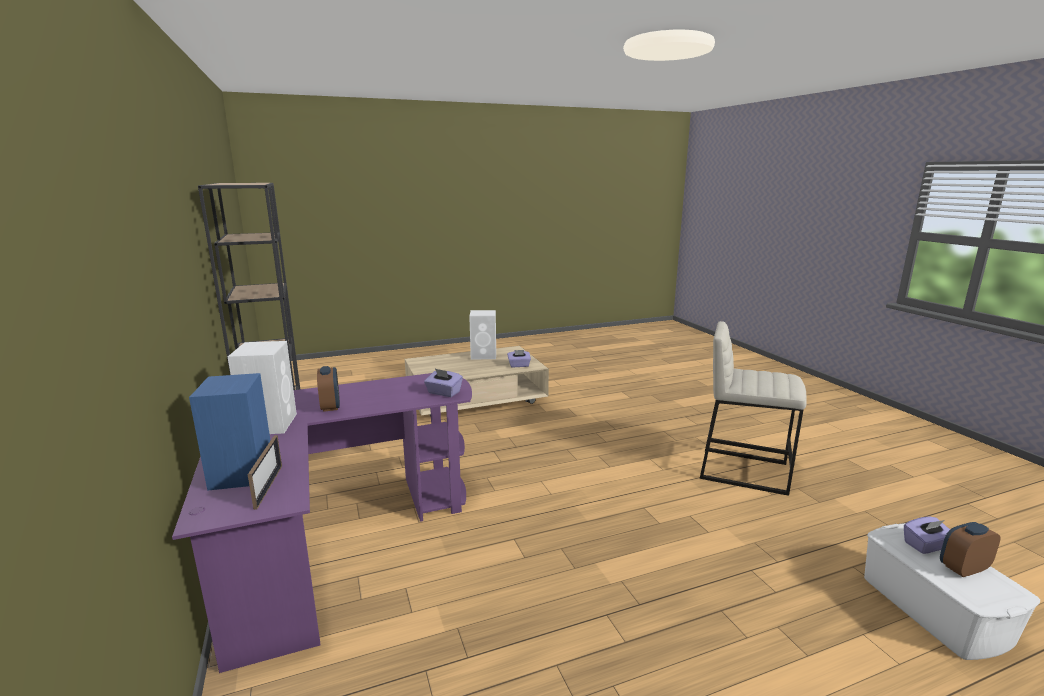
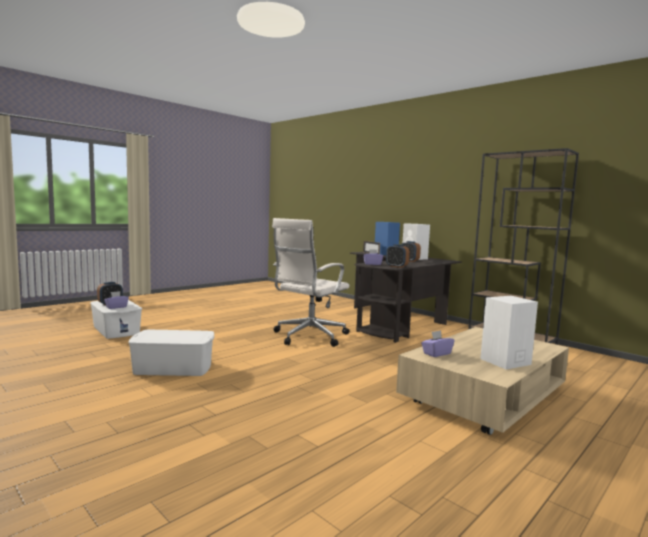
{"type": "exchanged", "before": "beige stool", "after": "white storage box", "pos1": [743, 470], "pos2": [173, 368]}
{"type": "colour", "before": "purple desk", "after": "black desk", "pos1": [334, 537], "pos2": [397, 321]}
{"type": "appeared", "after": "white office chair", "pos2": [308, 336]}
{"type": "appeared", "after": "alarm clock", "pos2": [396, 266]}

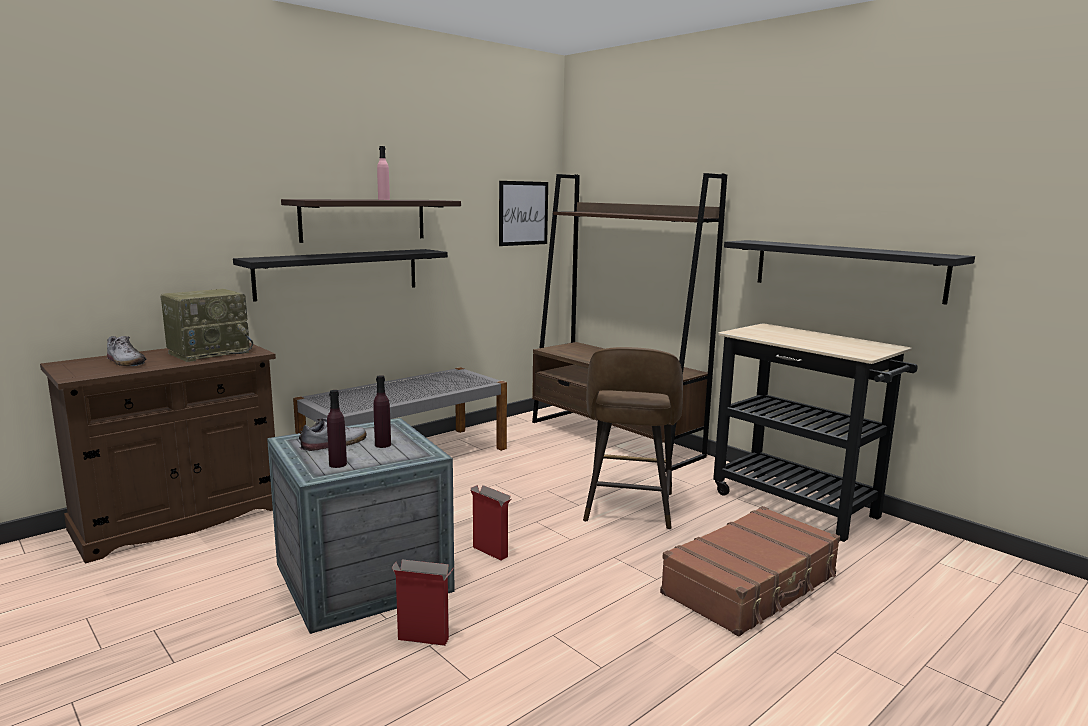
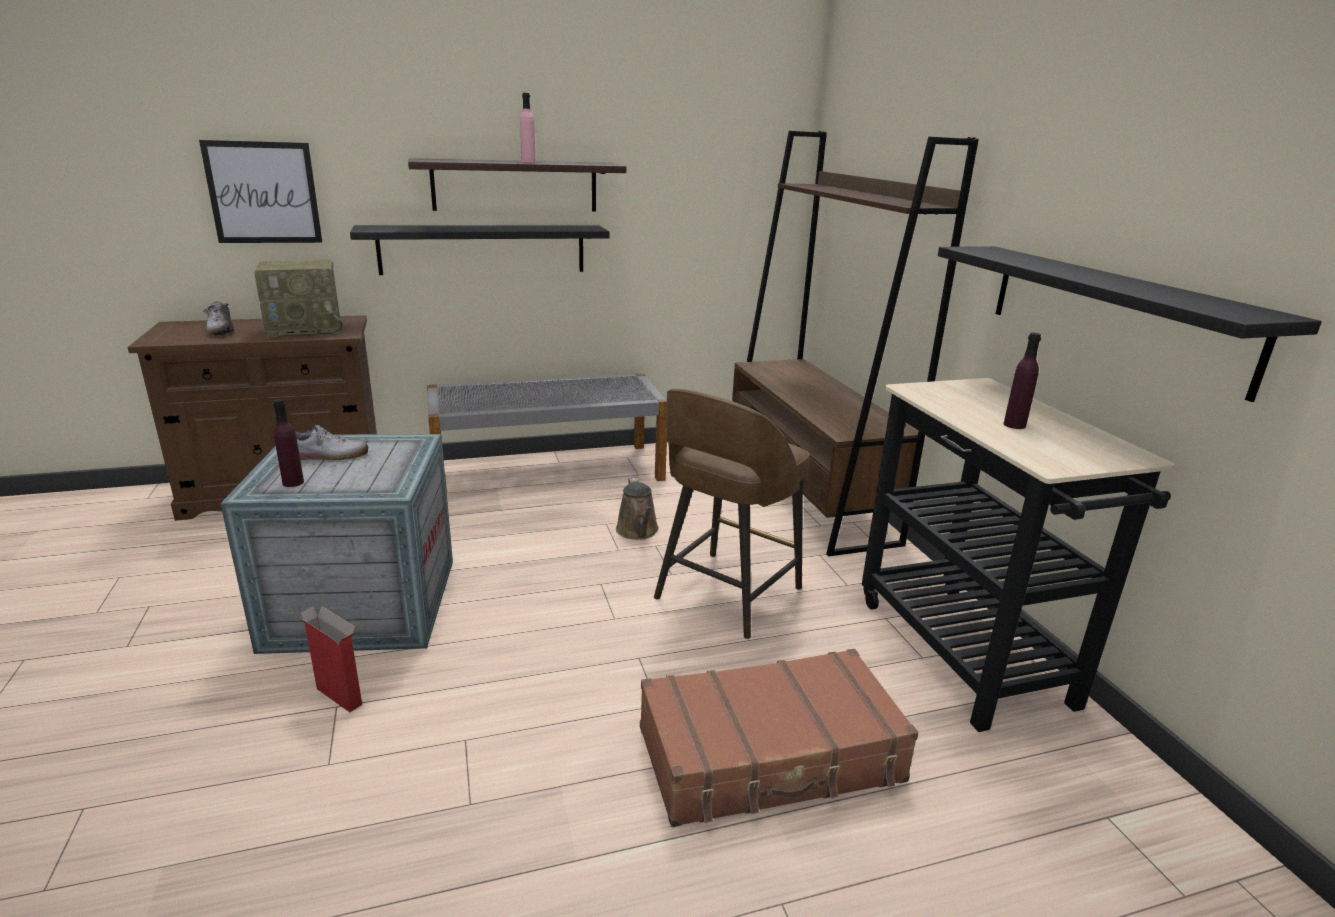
{"type": "relocated", "before": "picture", "pos1": [523, 213], "pos2": [263, 193]}
{"type": "relocated", "before": "purple bottle", "pos1": [383, 445], "pos2": [1014, 425]}
{"type": "missing", "before": "cardboard box", "pos1": [491, 552]}
{"type": "appeared", "after": "brown watering can", "pos2": [638, 531]}

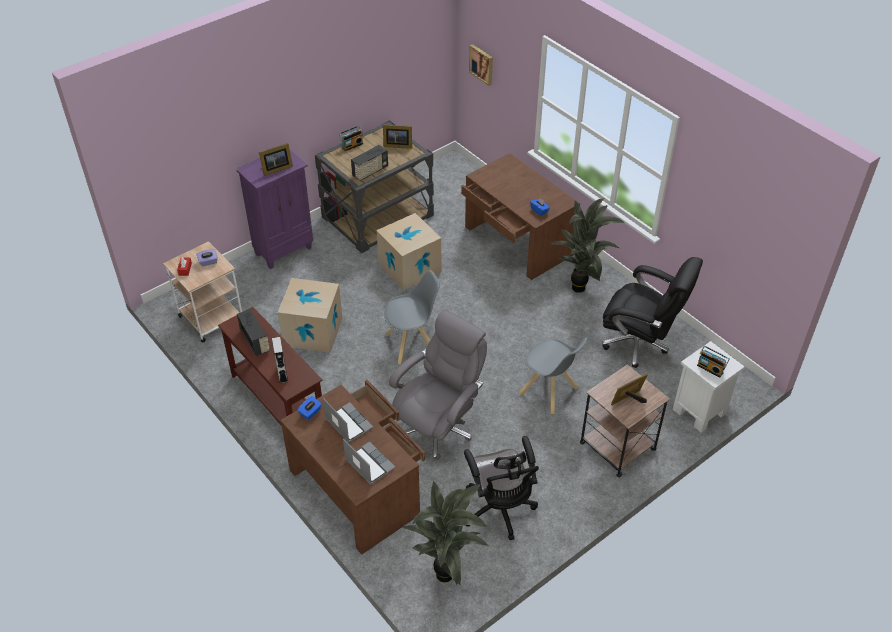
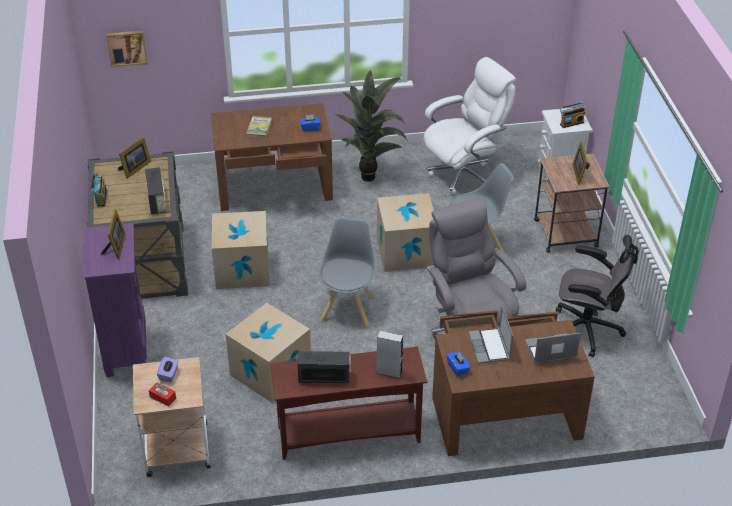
{"type": "colour", "before": "black office chair", "after": "white office chair", "pos1": [639, 345], "pos2": [464, 174]}
{"type": "spun", "before": "laptop", "pos1": [348, 423], "pos2": [490, 347], "turn": -90}
{"type": "missing", "before": "potted plant", "pos1": [448, 576]}
{"type": "appeared", "after": "book", "pos2": [259, 129]}
{"type": "appeared", "after": "cardboard box", "pos2": [406, 252]}

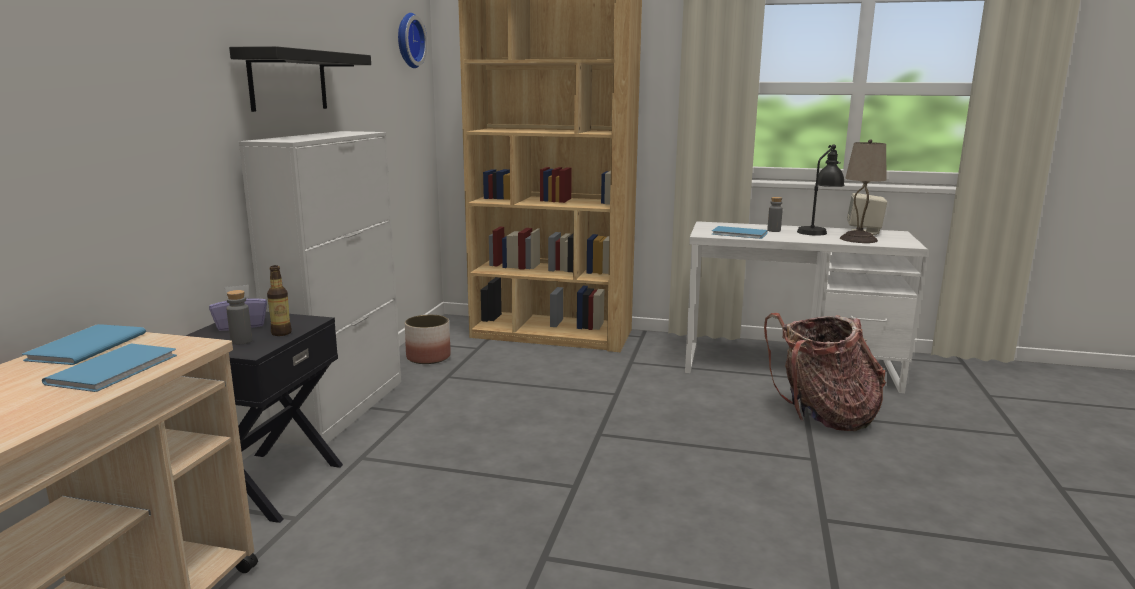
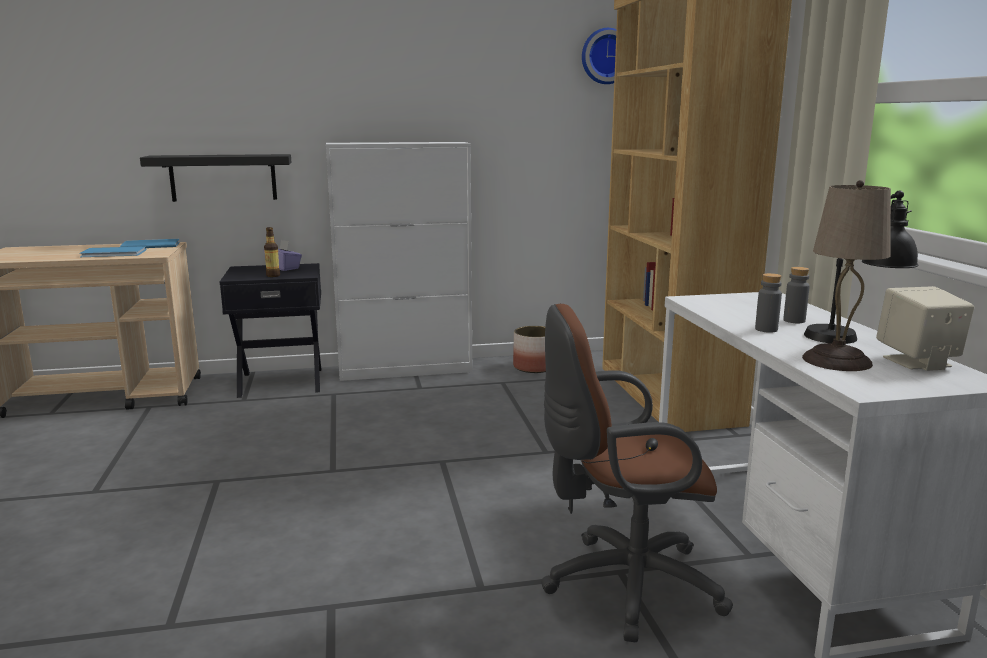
{"type": "relocated", "before": "black shelf", "pos1": [288, 81], "pos2": [223, 177]}
{"type": "missing", "before": "blue book", "pos1": [740, 234]}
{"type": "relocated", "before": "grey bottle", "pos1": [241, 341], "pos2": [766, 329]}
{"type": "exchanged", "before": "backpack", "after": "brown office chair", "pos1": [822, 416], "pos2": [623, 585]}

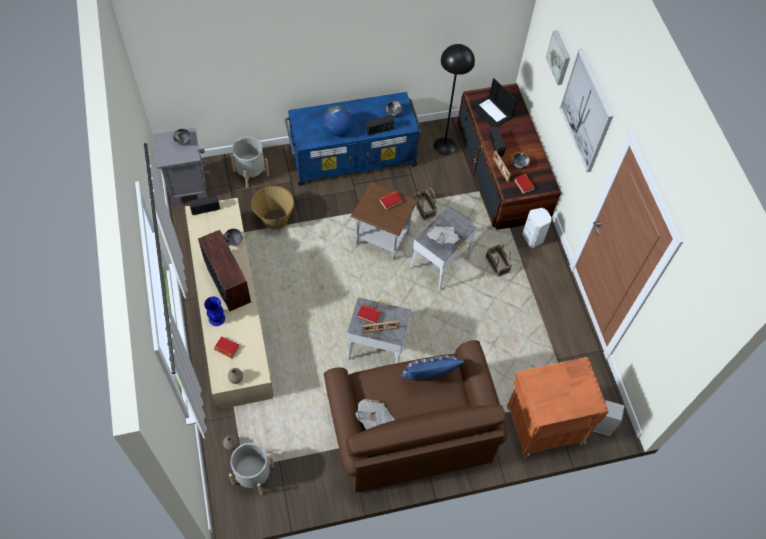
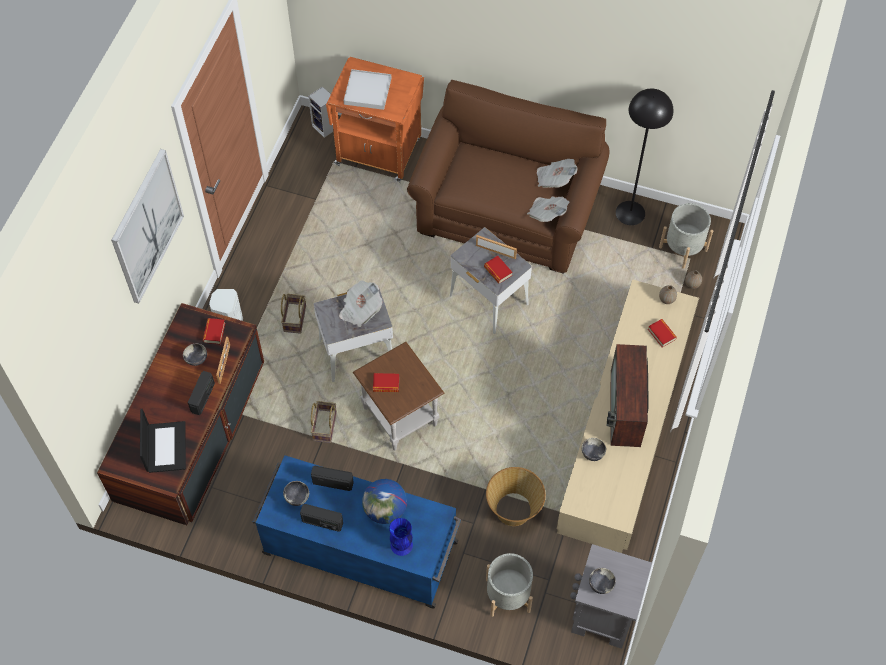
{"type": "missing", "before": "picture", "pos1": [559, 57]}
{"type": "relocated", "before": "black floor lamp", "pos1": [444, 146], "pos2": [630, 213]}
{"type": "relocated", "before": "radio", "pos1": [205, 209], "pos2": [322, 522]}
{"type": "relocated", "before": "blue vase", "pos1": [217, 318], "pos2": [401, 545]}
{"type": "missing", "before": "blue pillow", "pos1": [429, 379]}
{"type": "appeared", "after": "white tray", "pos2": [367, 91]}
{"type": "appeared", "after": "newspaper", "pos2": [547, 214]}

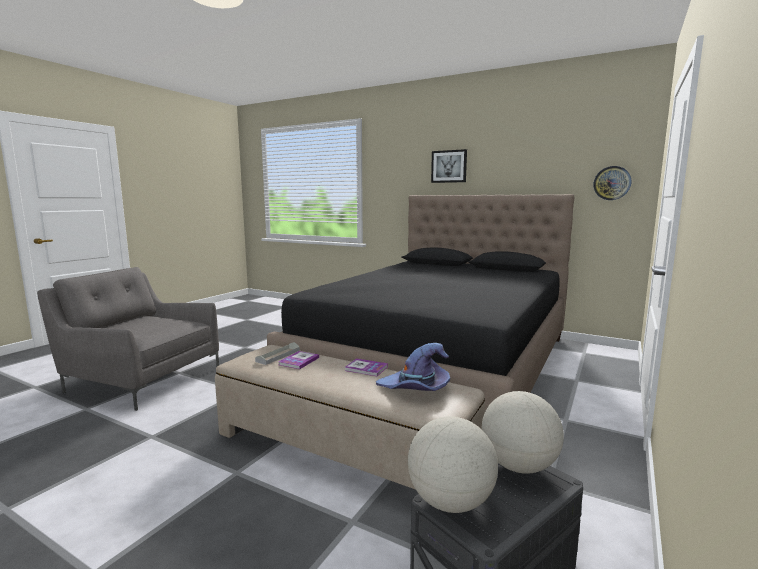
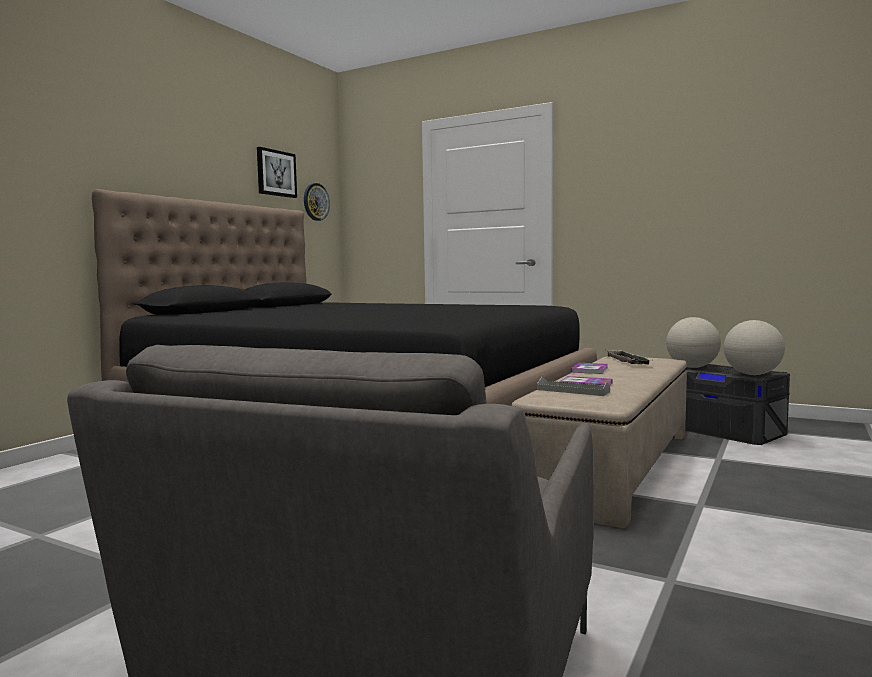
{"type": "relocated", "before": "picture", "pos1": [449, 166], "pos2": [276, 173]}
{"type": "exchanged", "before": "purple hat", "after": "tray", "pos1": [415, 388], "pos2": [627, 361]}

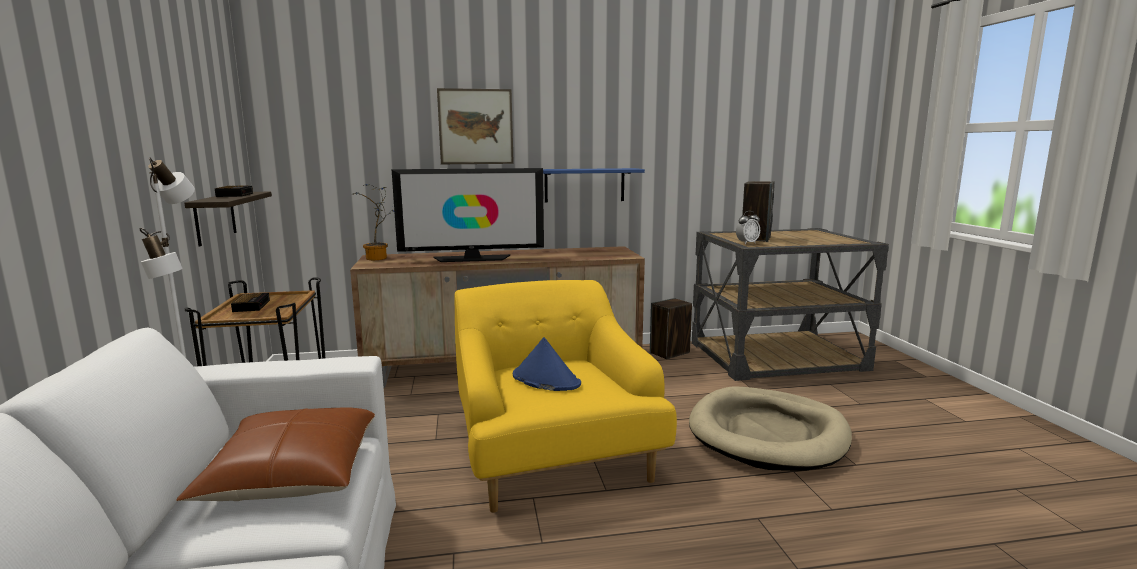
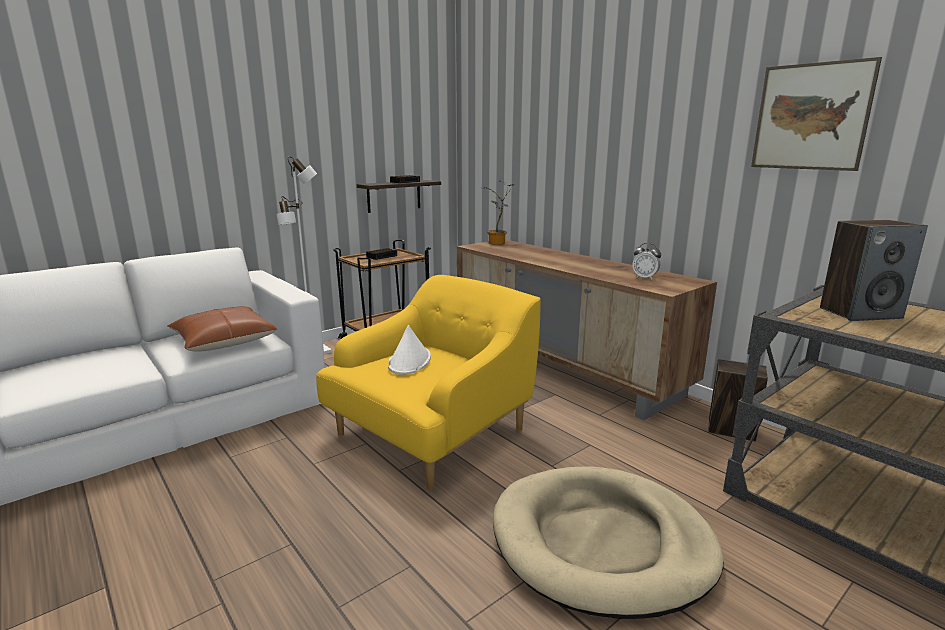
{"type": "relocated", "before": "picture", "pos1": [476, 127], "pos2": [811, 117]}
{"type": "missing", "before": "television", "pos1": [472, 259]}
{"type": "missing", "before": "blue shelf", "pos1": [584, 185]}
{"type": "relocated", "before": "alarm clock", "pos1": [747, 243], "pos2": [645, 278]}
{"type": "colour", "before": "blue hat", "after": "white hat", "pos1": [545, 380], "pos2": [409, 361]}

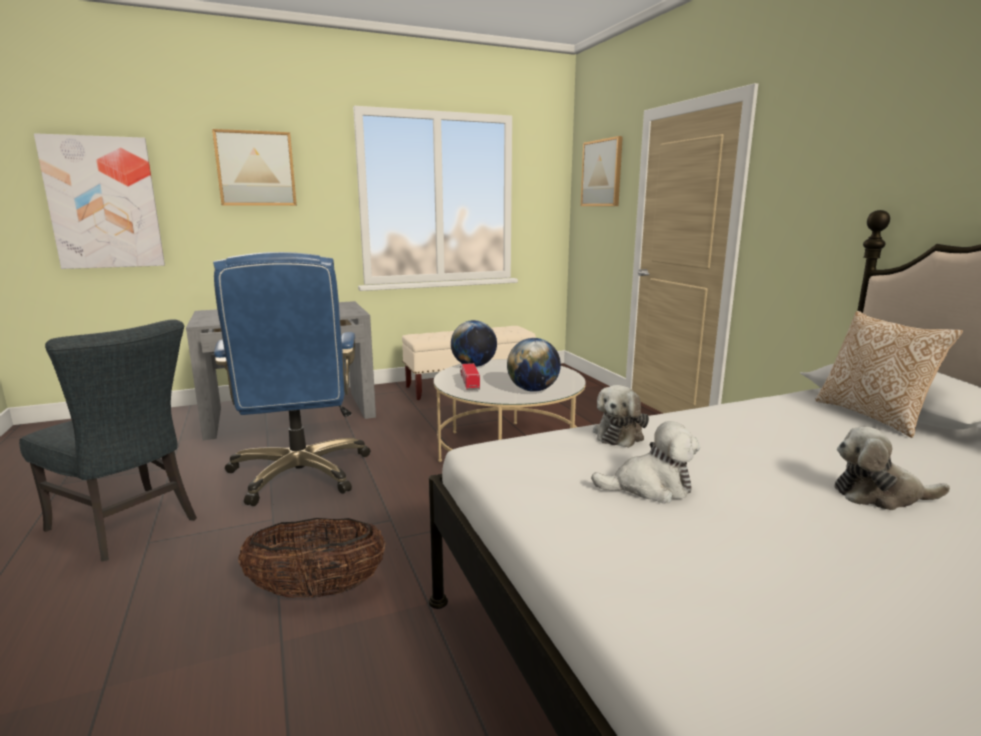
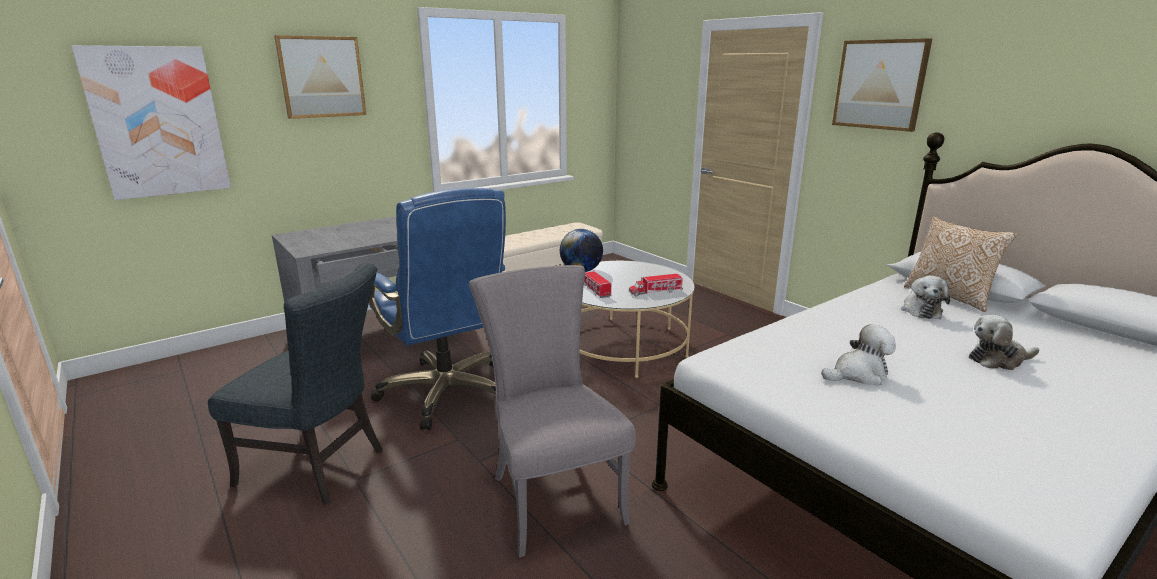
{"type": "relocated", "before": "picture", "pos1": [602, 173], "pos2": [880, 84]}
{"type": "exchanged", "before": "globe", "after": "toy truck", "pos1": [533, 390], "pos2": [655, 292]}
{"type": "relocated", "before": "plush toy", "pos1": [619, 434], "pos2": [920, 310]}
{"type": "exchanged", "before": "basket", "after": "grey chair", "pos1": [317, 590], "pos2": [552, 494]}

